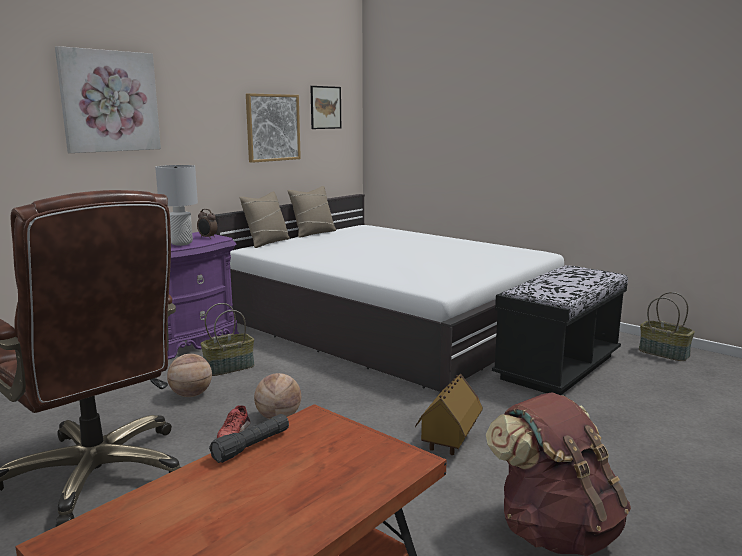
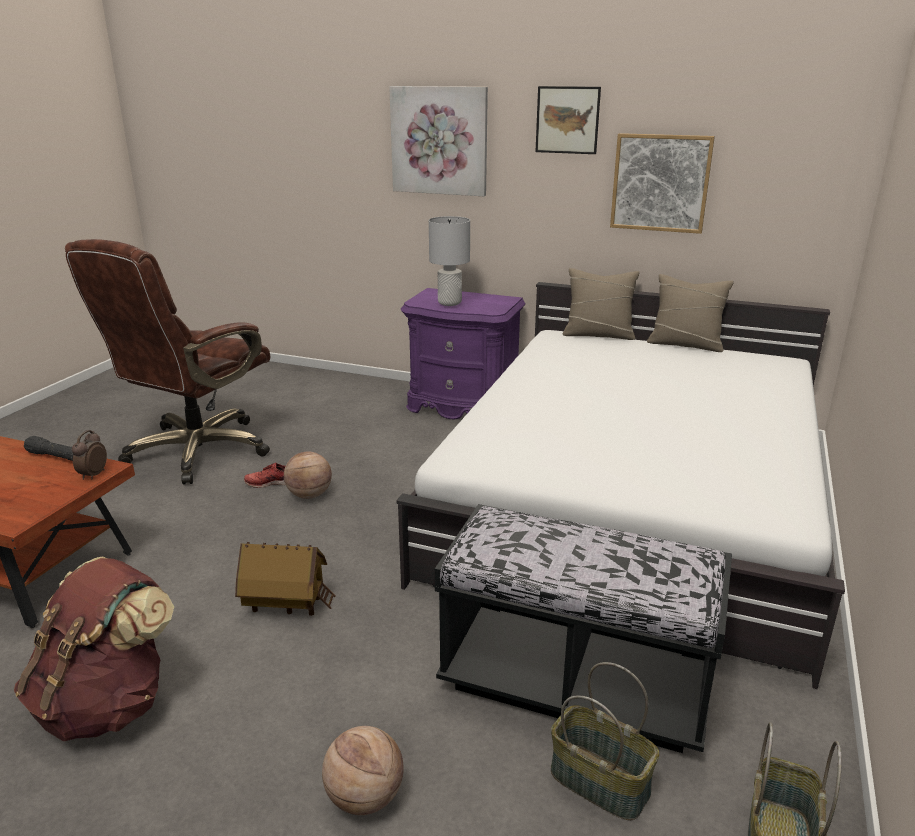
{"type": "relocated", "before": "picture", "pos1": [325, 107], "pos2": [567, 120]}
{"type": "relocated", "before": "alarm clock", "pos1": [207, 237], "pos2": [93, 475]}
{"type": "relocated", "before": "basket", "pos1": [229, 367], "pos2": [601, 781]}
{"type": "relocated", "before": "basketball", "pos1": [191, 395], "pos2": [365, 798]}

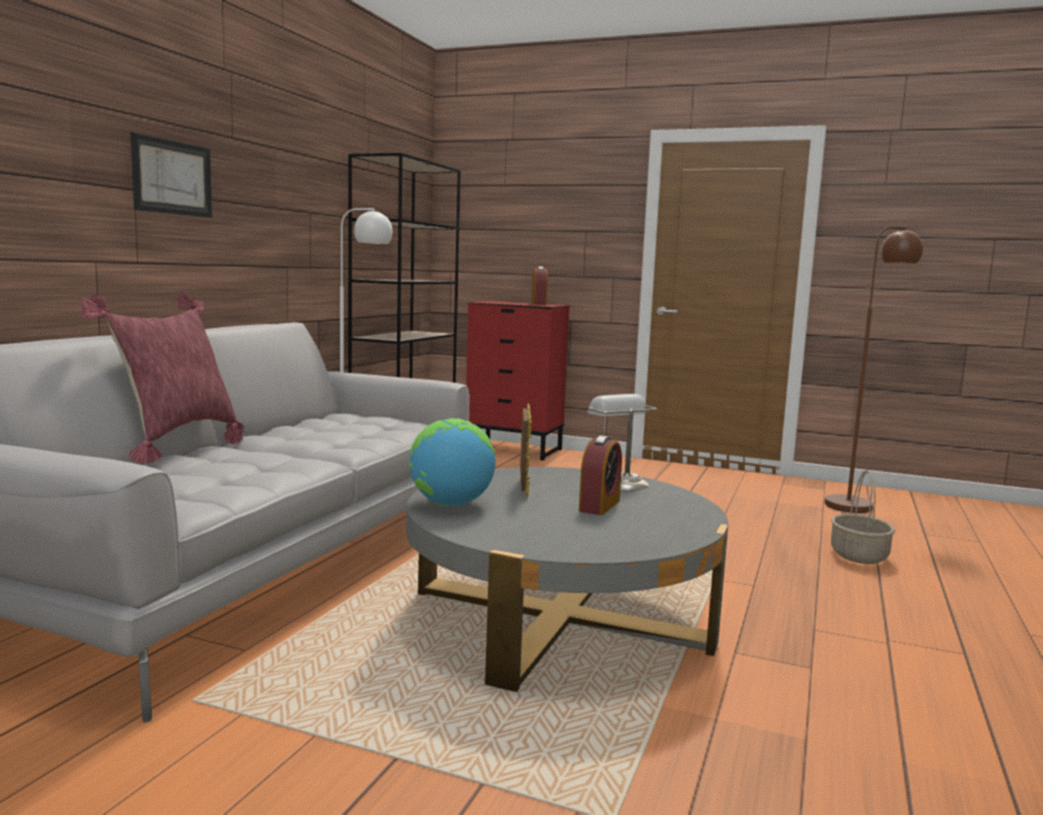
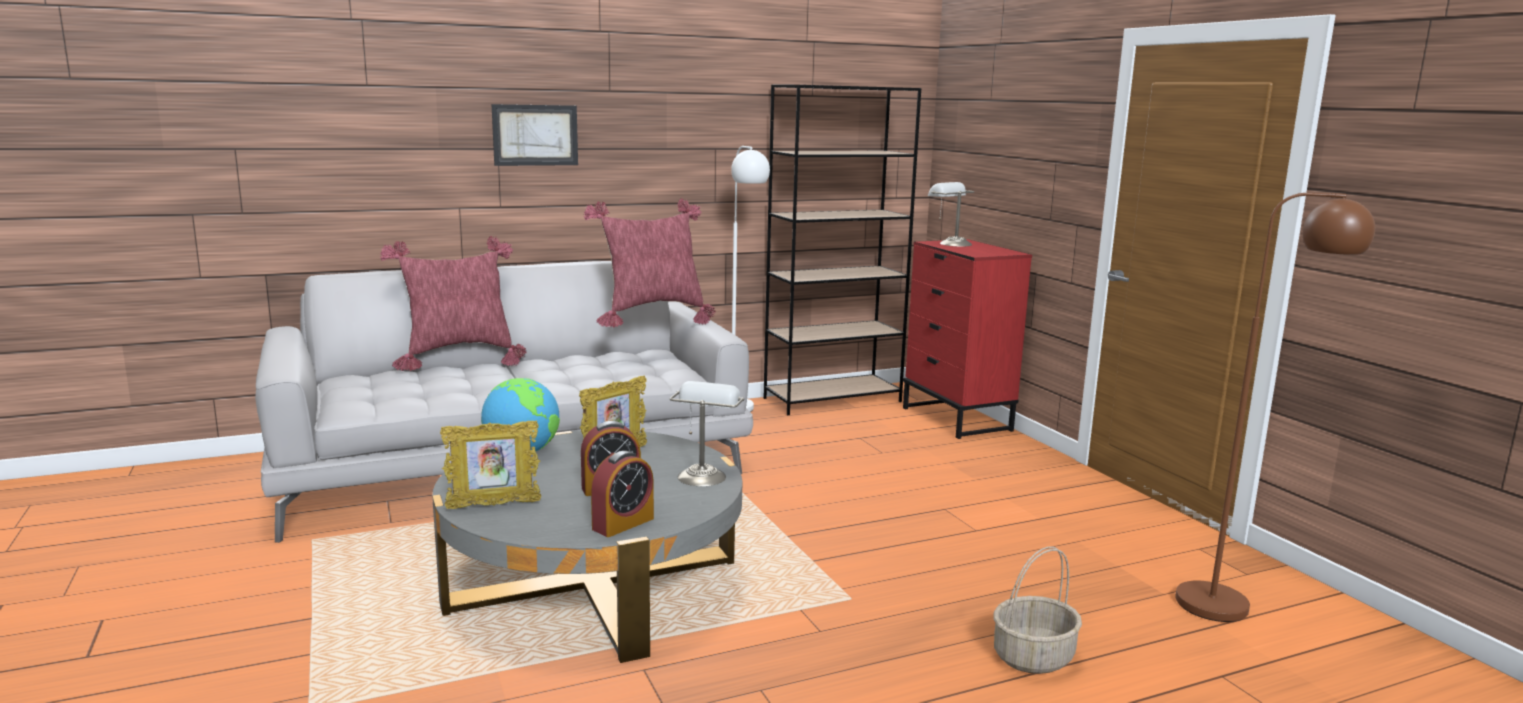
{"type": "relocated", "before": "alarm clock", "pos1": [539, 304], "pos2": [623, 524]}
{"type": "appeared", "after": "white table lamp", "pos2": [949, 243]}
{"type": "appeared", "after": "red pillow", "pos2": [651, 324]}
{"type": "appeared", "after": "picture frame", "pos2": [493, 505]}

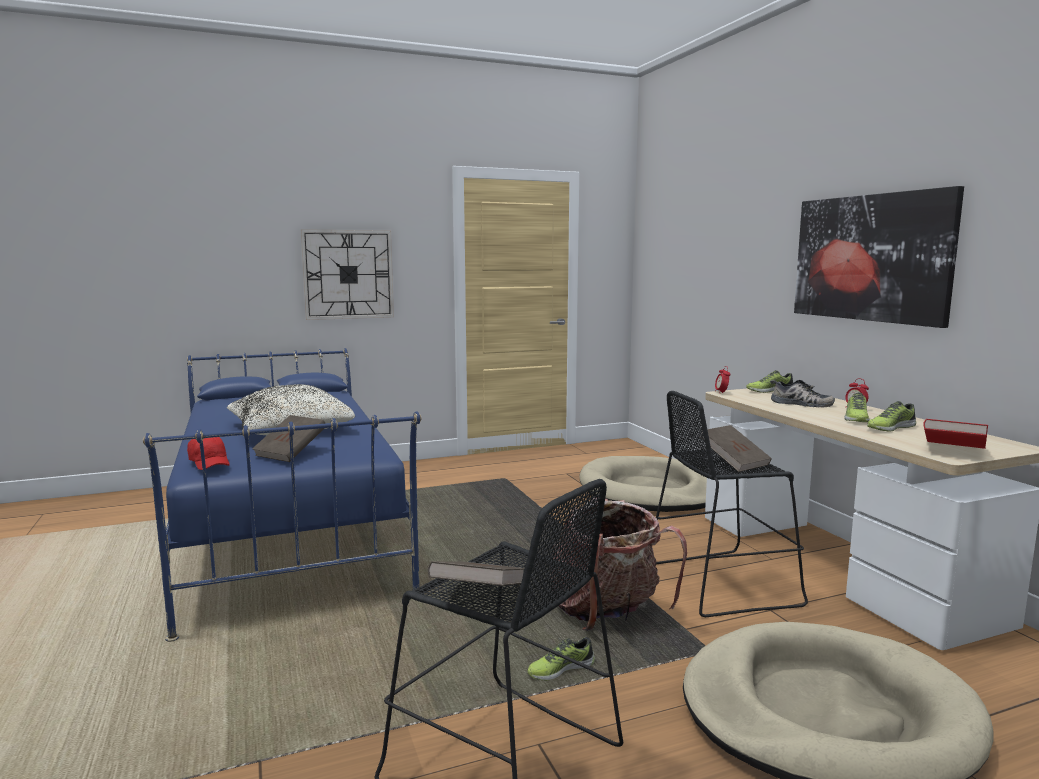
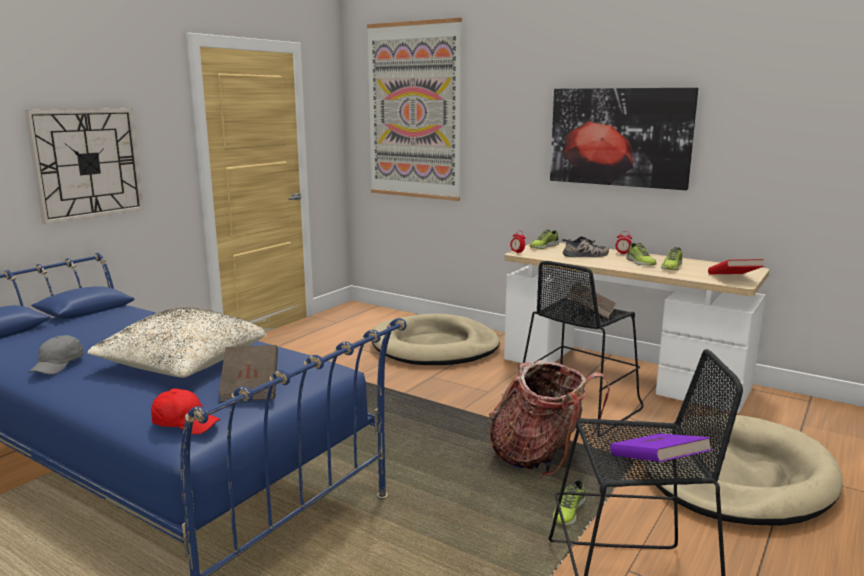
{"type": "colour", "before": "brown book", "after": "purple book", "pos1": [480, 596], "pos2": [656, 466]}
{"type": "appeared", "after": "picture", "pos2": [413, 111]}
{"type": "appeared", "after": "grey cap", "pos2": [58, 365]}

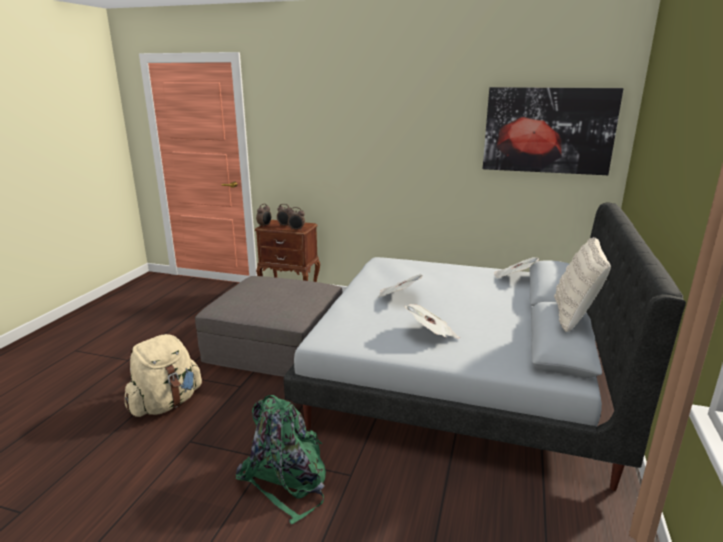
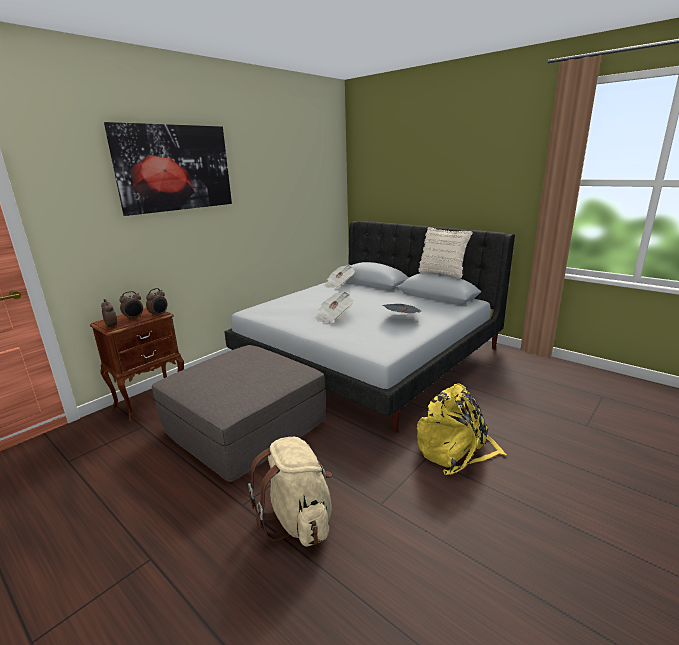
{"type": "relocated", "before": "picture", "pos1": [548, 130], "pos2": [174, 168]}
{"type": "colour", "before": "green backpack", "after": "yellow backpack", "pos1": [287, 479], "pos2": [456, 451]}

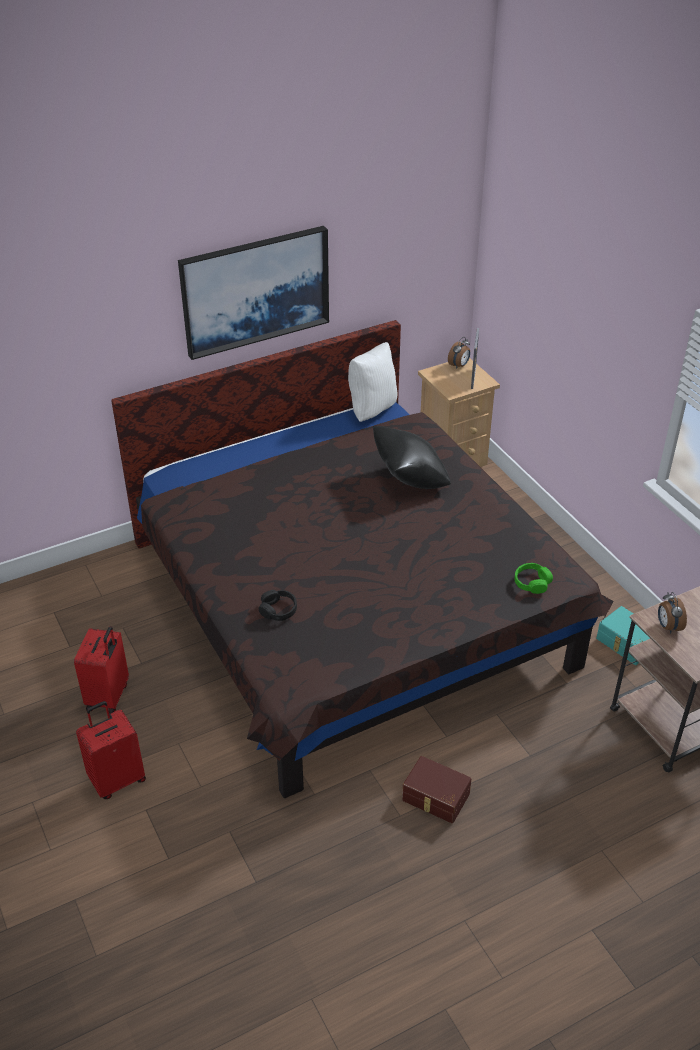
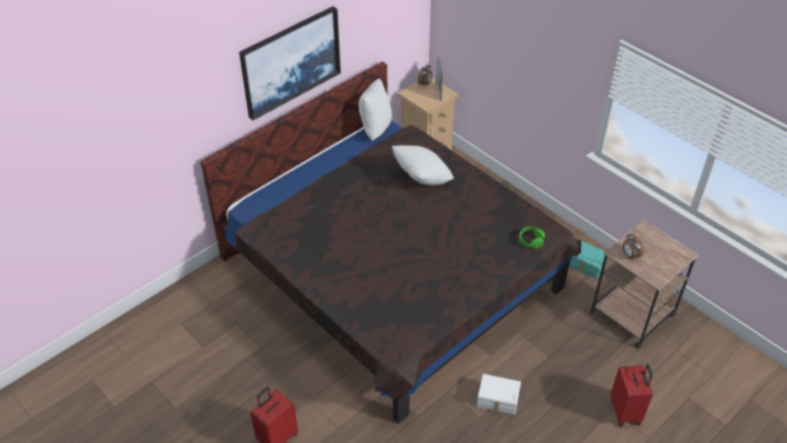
{"type": "colour", "before": "black pillow", "after": "white pillow", "pos1": [409, 479], "pos2": [422, 178]}
{"type": "missing", "before": "black headphones", "pos1": [278, 610]}
{"type": "relocated", "before": "red suitcase", "pos1": [109, 697], "pos2": [626, 412]}
{"type": "colour", "before": "brown storage box", "after": "white storage box", "pos1": [435, 798], "pos2": [498, 400]}

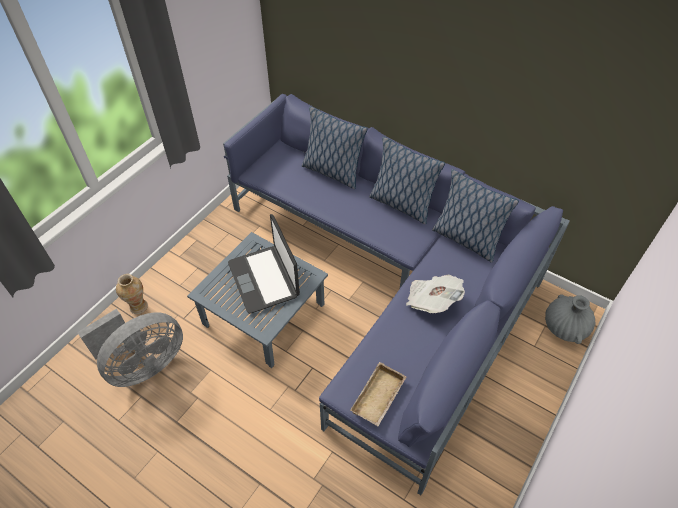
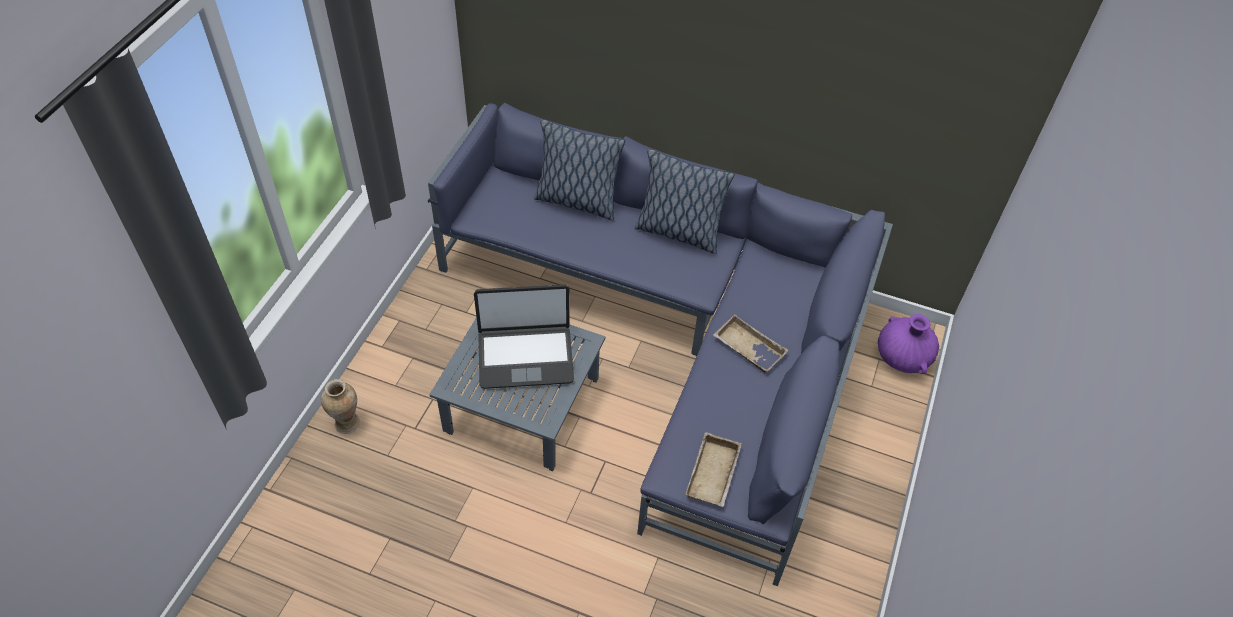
{"type": "missing", "before": "pillow", "pos1": [465, 239]}
{"type": "spun", "before": "laptop", "pos1": [264, 279], "pos2": [525, 356], "turn": -60}
{"type": "exchanged", "before": "newspaper", "after": "beige tray", "pos1": [432, 300], "pos2": [747, 348]}
{"type": "colour", "before": "grey vase", "after": "purple vase", "pos1": [565, 327], "pos2": [903, 357]}
{"type": "missing", "before": "grey fan", "pos1": [144, 364]}

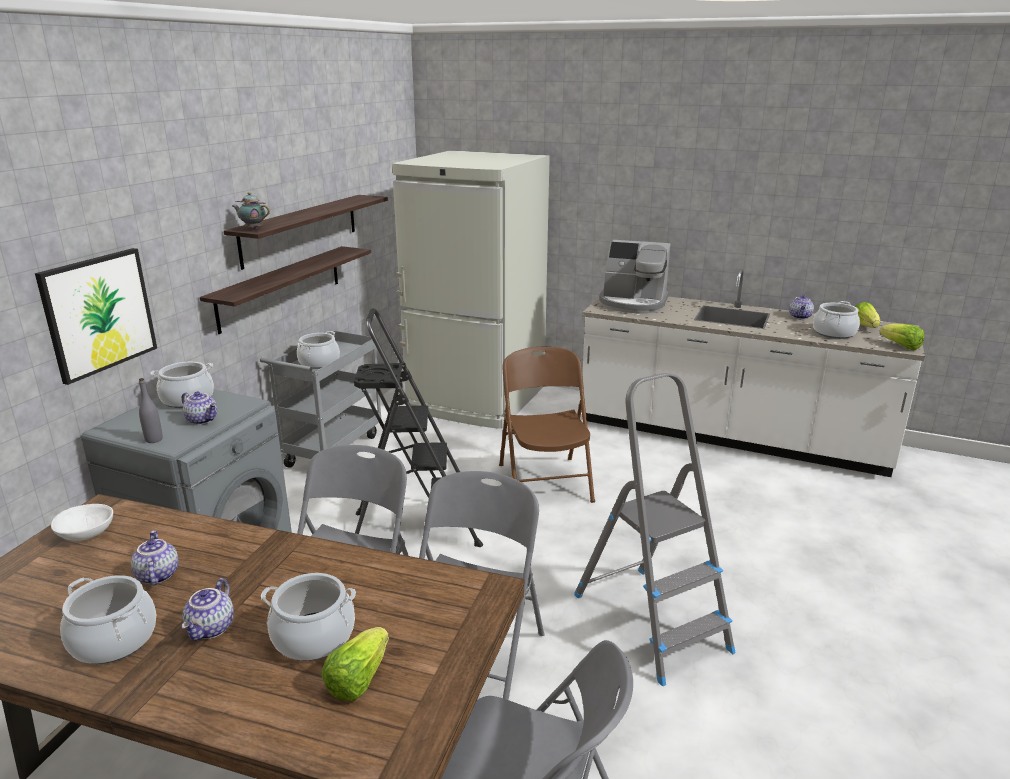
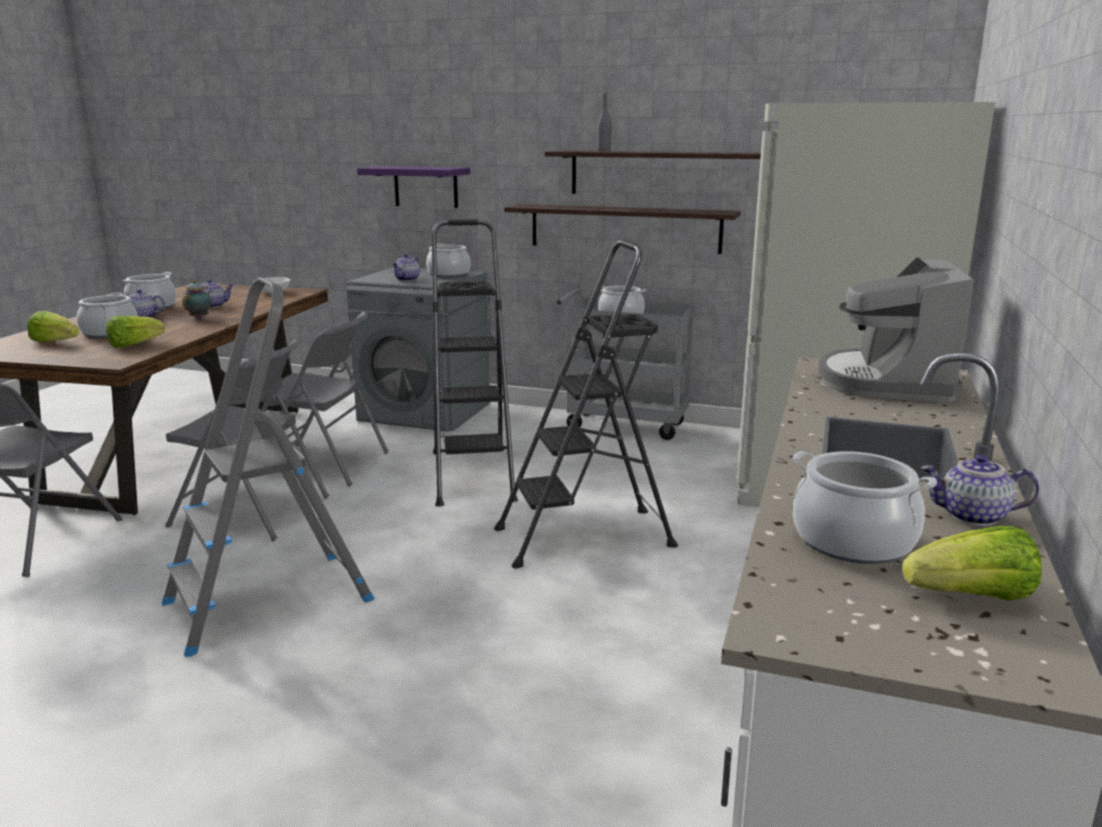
{"type": "relocated", "before": "teapot", "pos1": [253, 229], "pos2": [200, 318]}
{"type": "exchanged", "before": "picture", "after": "purple shelf", "pos1": [98, 313], "pos2": [426, 186]}
{"type": "relocated", "before": "lettuce", "pos1": [901, 346], "pos2": [134, 345]}
{"type": "exchanged", "before": "brown chair", "after": "step ladder", "pos1": [545, 483], "pos2": [586, 536]}
{"type": "relocated", "before": "grey bottle", "pos1": [154, 439], "pos2": [603, 151]}

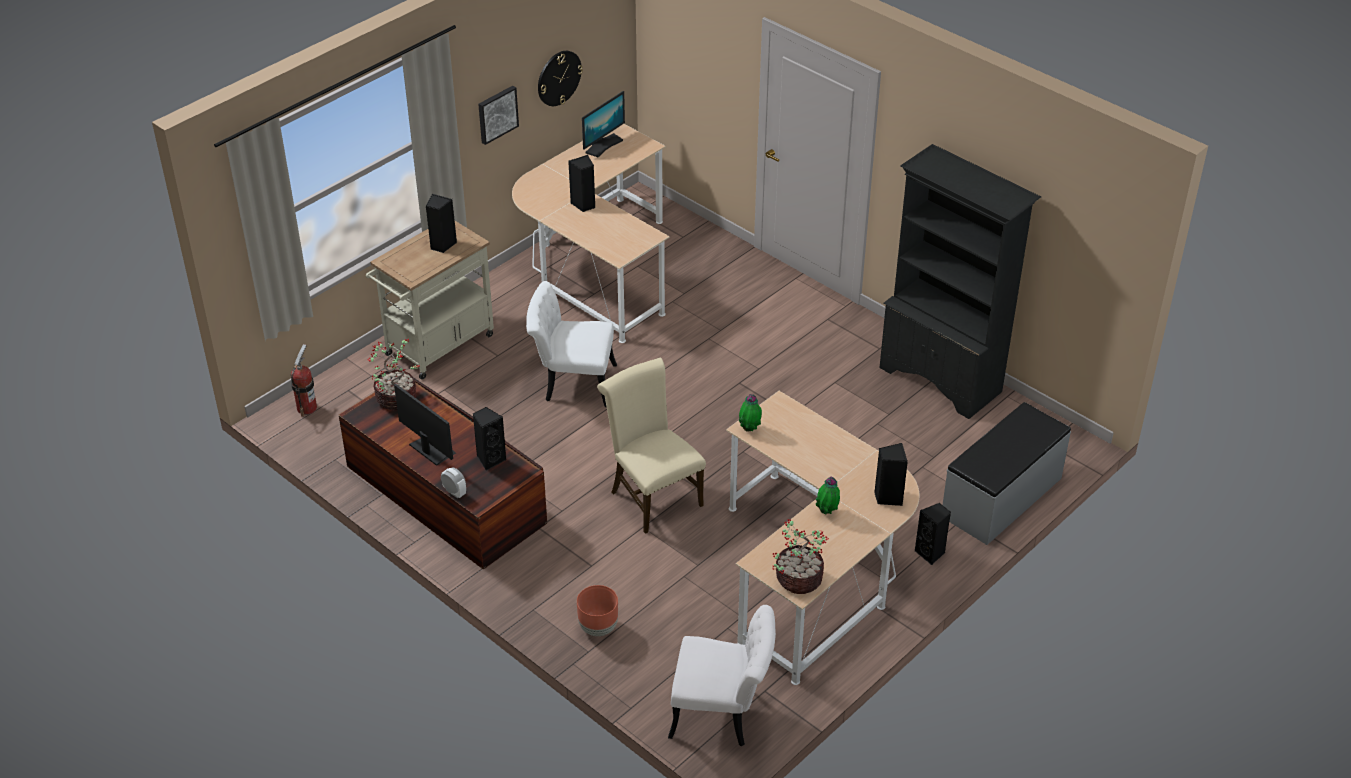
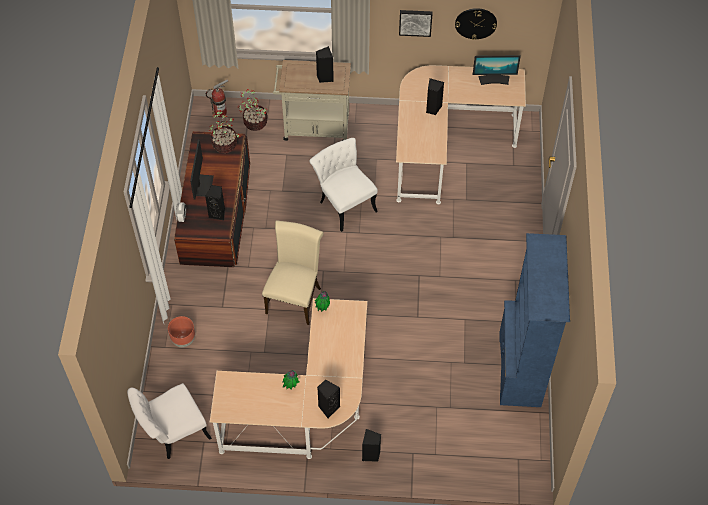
{"type": "colour", "before": "black bookcase", "after": "blue bookcase", "pos1": [941, 379], "pos2": [520, 369]}
{"type": "missing", "before": "grey bench", "pos1": [1002, 497]}
{"type": "relocated", "before": "potted plant", "pos1": [797, 579], "pos2": [254, 122]}
{"type": "spun", "before": "white chair", "pos1": [723, 714], "pos2": [173, 433], "turn": 90}

